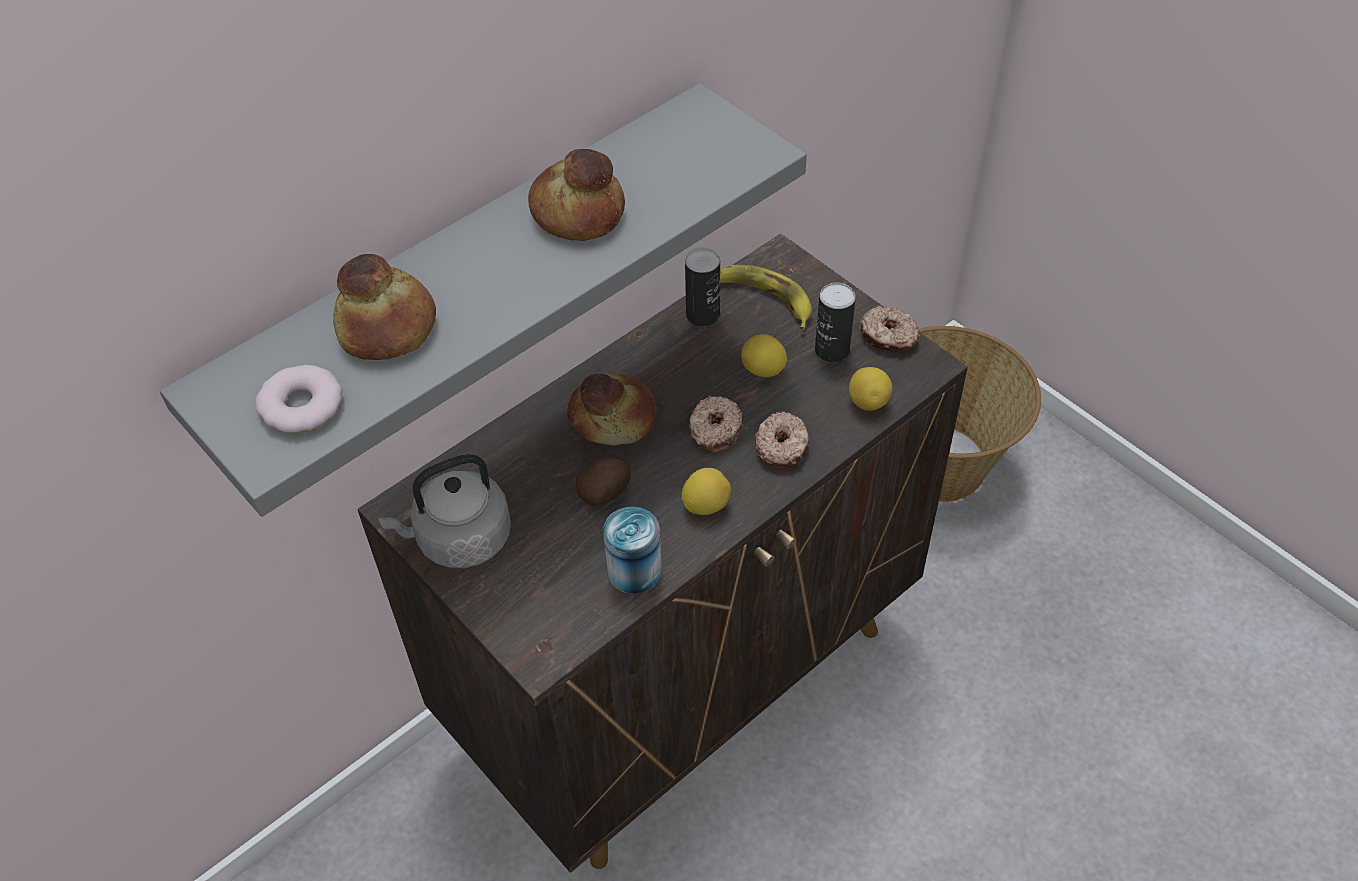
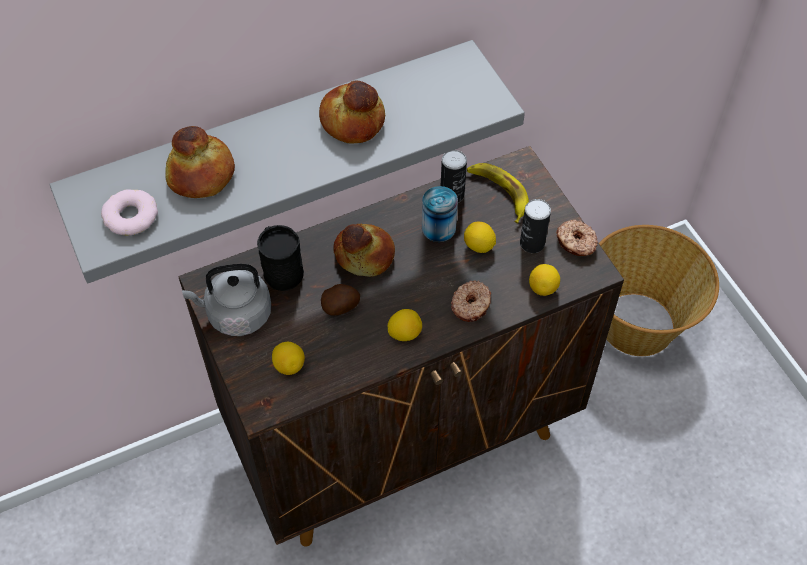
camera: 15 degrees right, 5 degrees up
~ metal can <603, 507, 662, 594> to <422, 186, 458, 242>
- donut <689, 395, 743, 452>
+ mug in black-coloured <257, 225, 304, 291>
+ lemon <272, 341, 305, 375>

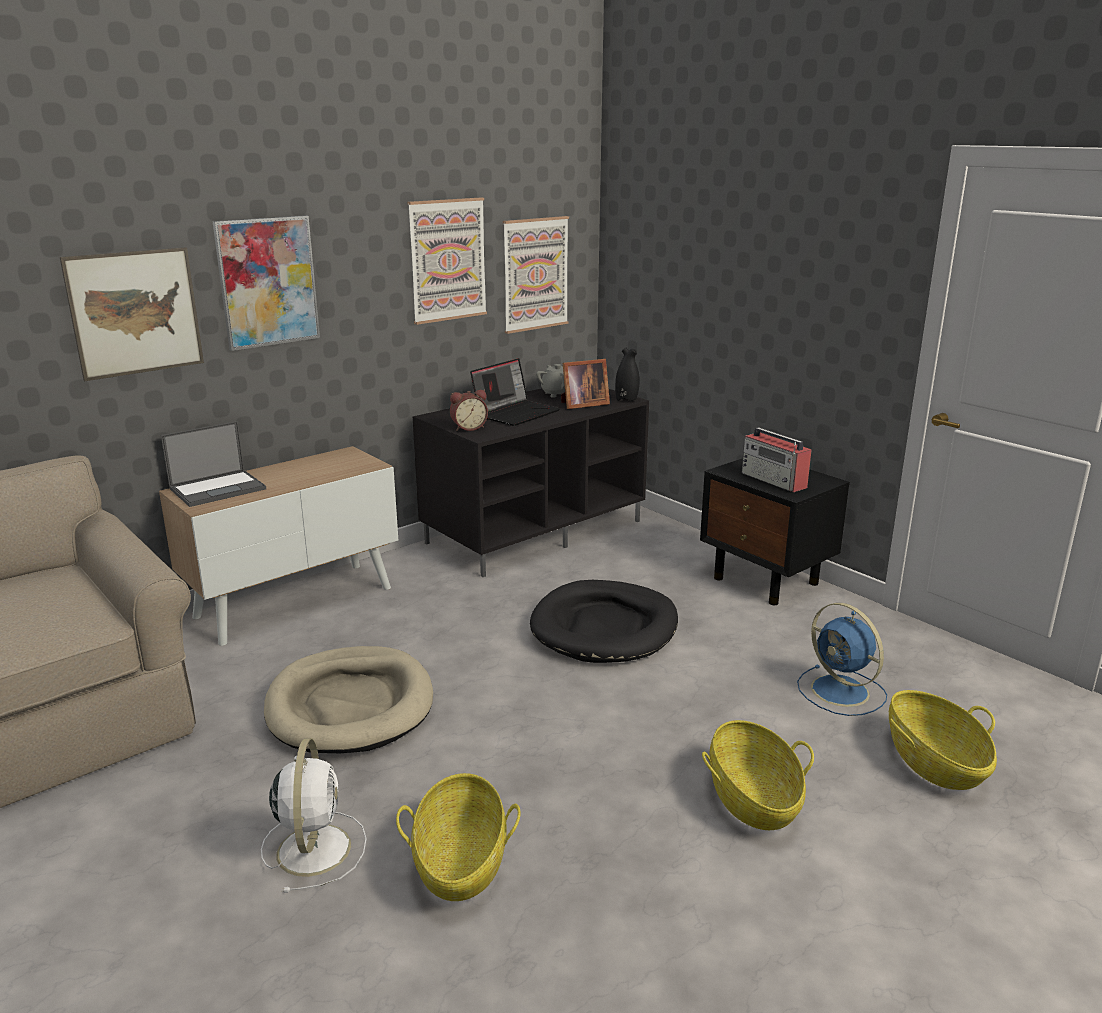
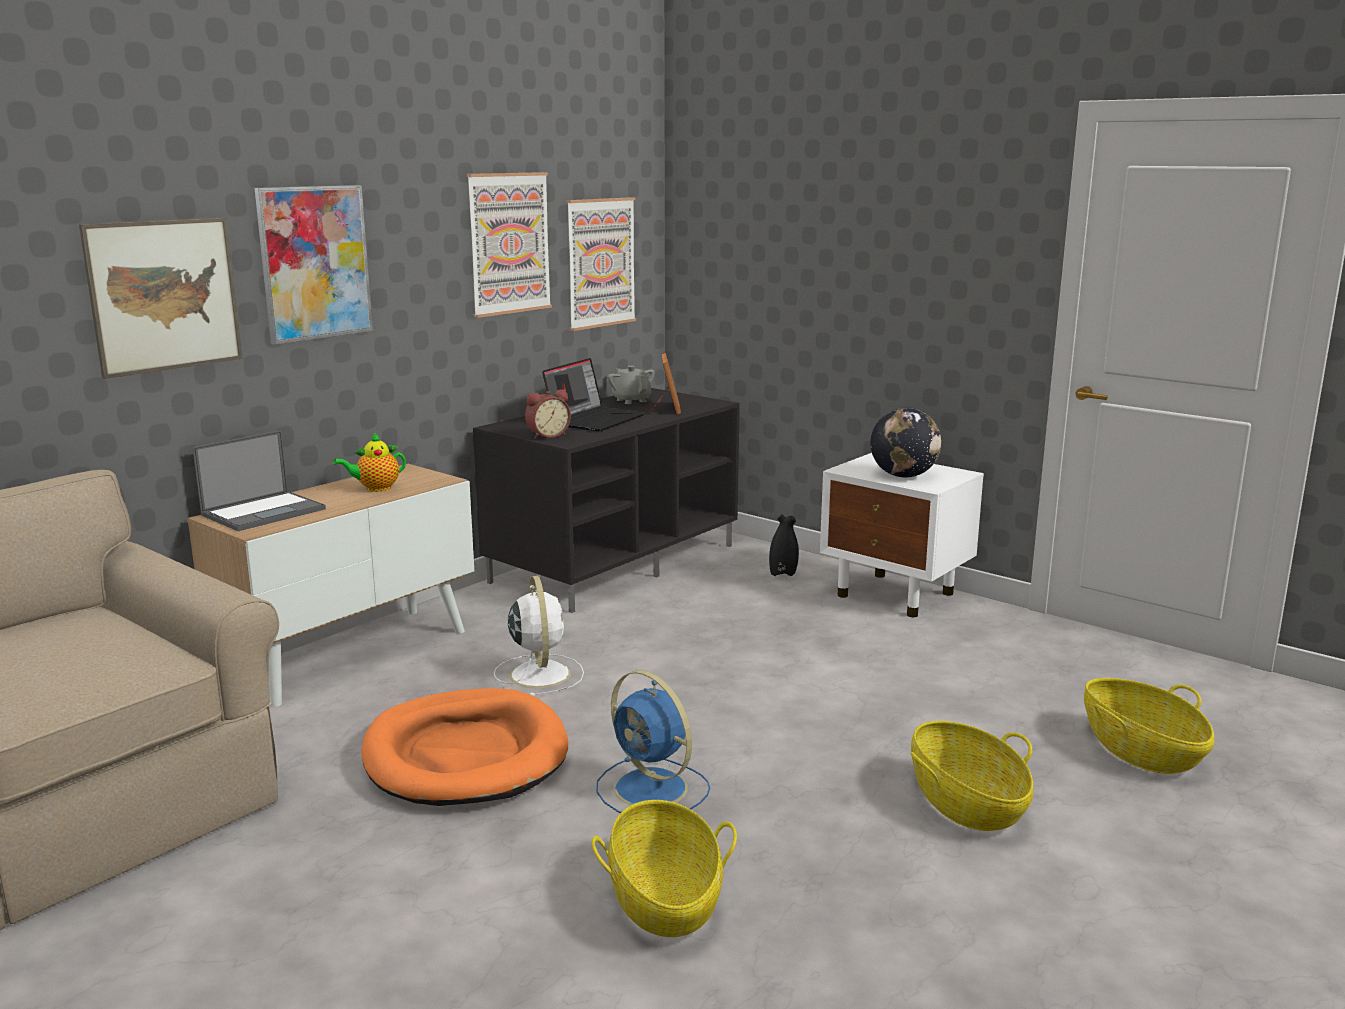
camera: 10 degrees left, 5 degrees down
~ cooling fan in white-coloured <261, 738, 367, 893> to <494, 576, 584, 696>
~ dog bed in beige-coloured <264, 646, 433, 753> to dog bed in orangey <361, 688, 568, 806>
- dog bed in black-coloured <530, 580, 678, 663>
~ standing frame <561, 359, 610, 409> = <650, 353, 681, 414> 60 degrees counterclockwise
~ decorative vase in black-coloured <615, 348, 640, 401> to <769, 514, 799, 576>
~ bedside table in black-coloured <700, 458, 850, 605> to bedside table in white-coloured <820, 453, 984, 617>
~ radio <742, 427, 812, 492> to world globe <870, 408, 941, 477>
~ cooling fan in bluish <797, 603, 887, 716> to <597, 670, 710, 813>
+ tea pot <333, 432, 406, 492>

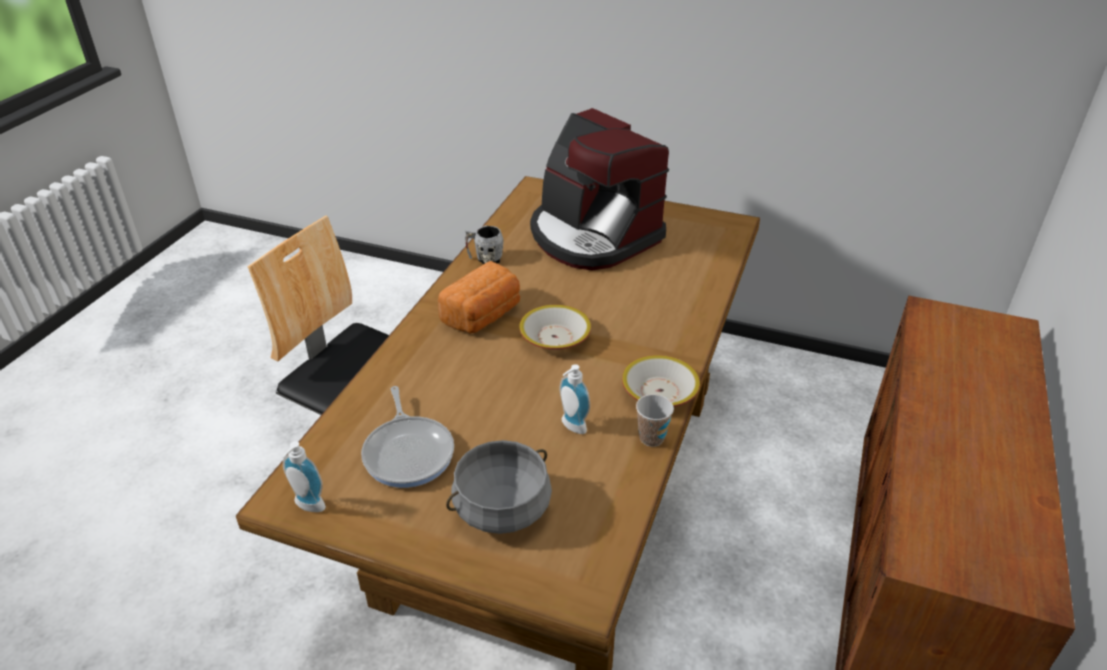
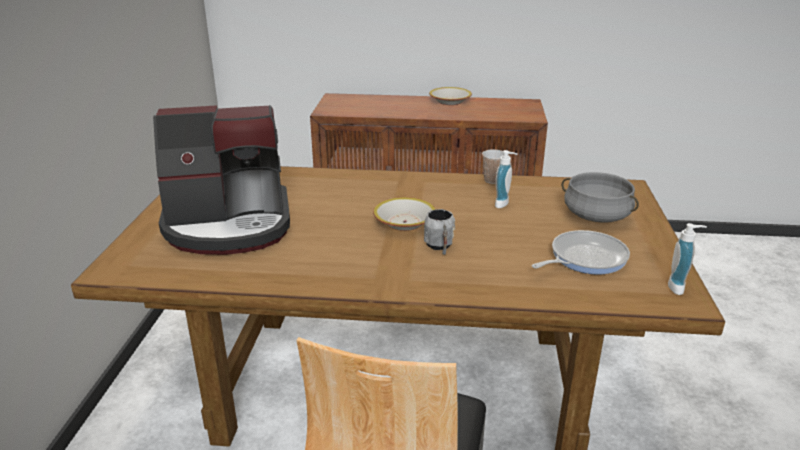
camera: 105 degrees left, 10 degrees down
- bread <438, 261, 520, 334>
~ mug in greyish <465, 226, 503, 264> to <424, 209, 455, 255>
~ coffee machine <530, 108, 669, 270> = <153, 105, 290, 255> 45 degrees clockwise
~ serving bowl <622, 355, 700, 407> to <429, 87, 472, 105>

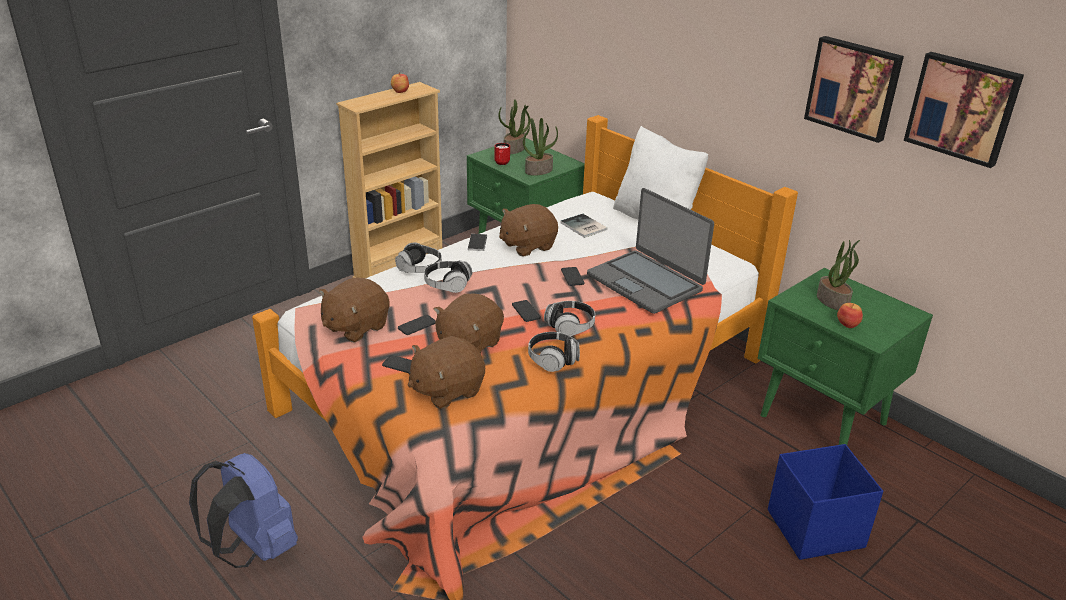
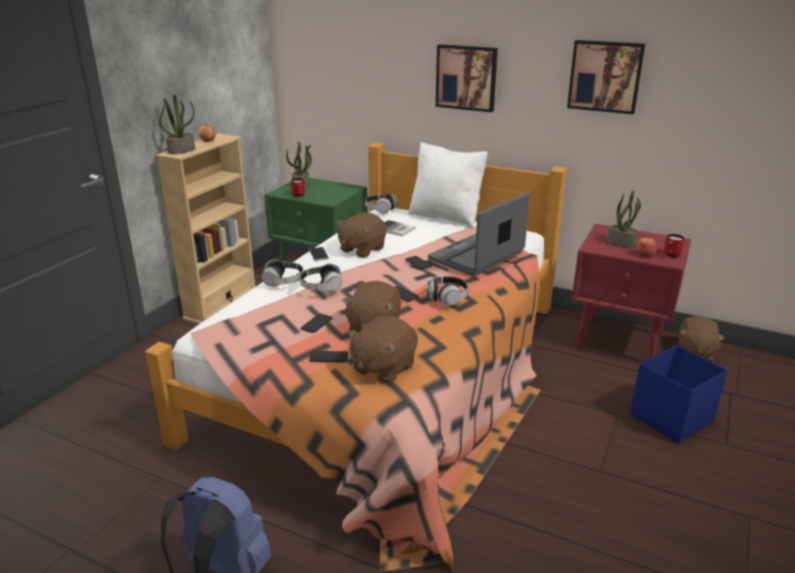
camera: 20 degrees left, 5 degrees down
~ cuddly toy in brownish <319, 278, 390, 342> to <678, 316, 725, 362>
~ plant in a pot <523, 118, 558, 176> to <159, 95, 195, 154>
~ headphones <528, 332, 580, 372> to <365, 194, 398, 214>
~ notebook computer <587, 188, 714, 314> = <428, 192, 530, 276> 105 degrees clockwise
~ bedside table in green <758, 268, 933, 445> to bedside table in reddish <572, 224, 691, 359>
~ wall art <904, 52, 1024, 168> to <436, 44, 498, 112>
+ mug in reddish <664, 234, 685, 257>

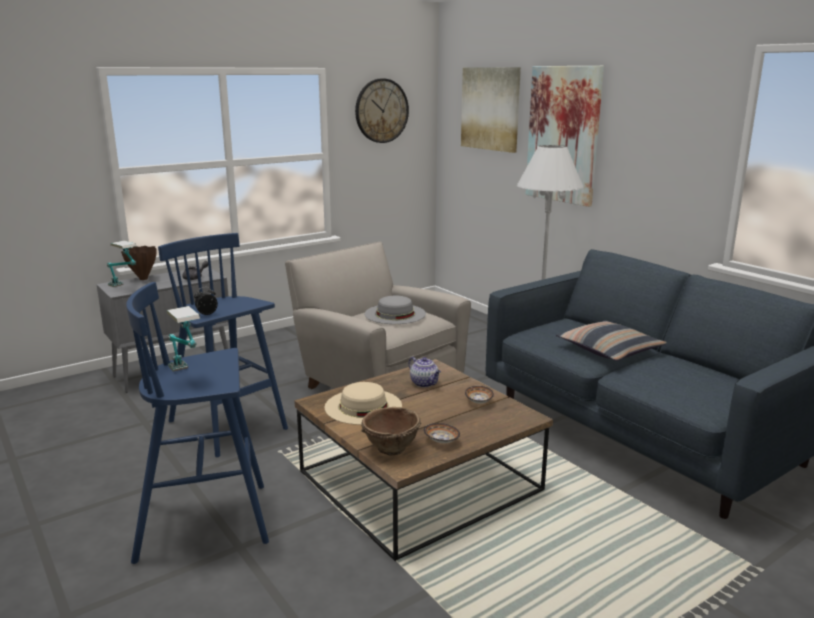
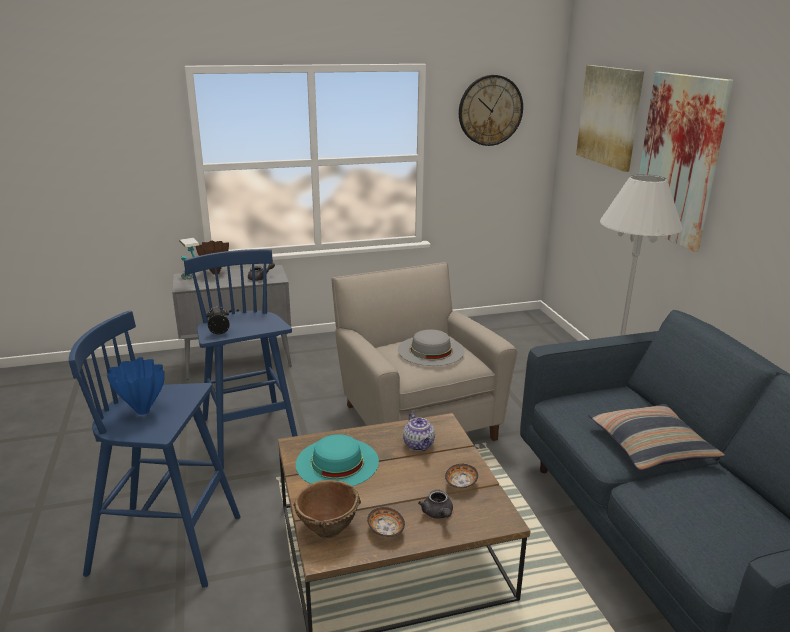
camera: 20 degrees right, 5 degrees up
~ lamp for a table <167, 306, 200, 372> to decorative vase in bluish <107, 357, 165, 415>
~ hat in beige-coloured <325, 382, 402, 425> to hat in turquoise <296, 434, 379, 486>
+ tea pot in greyish <418, 490, 453, 519>

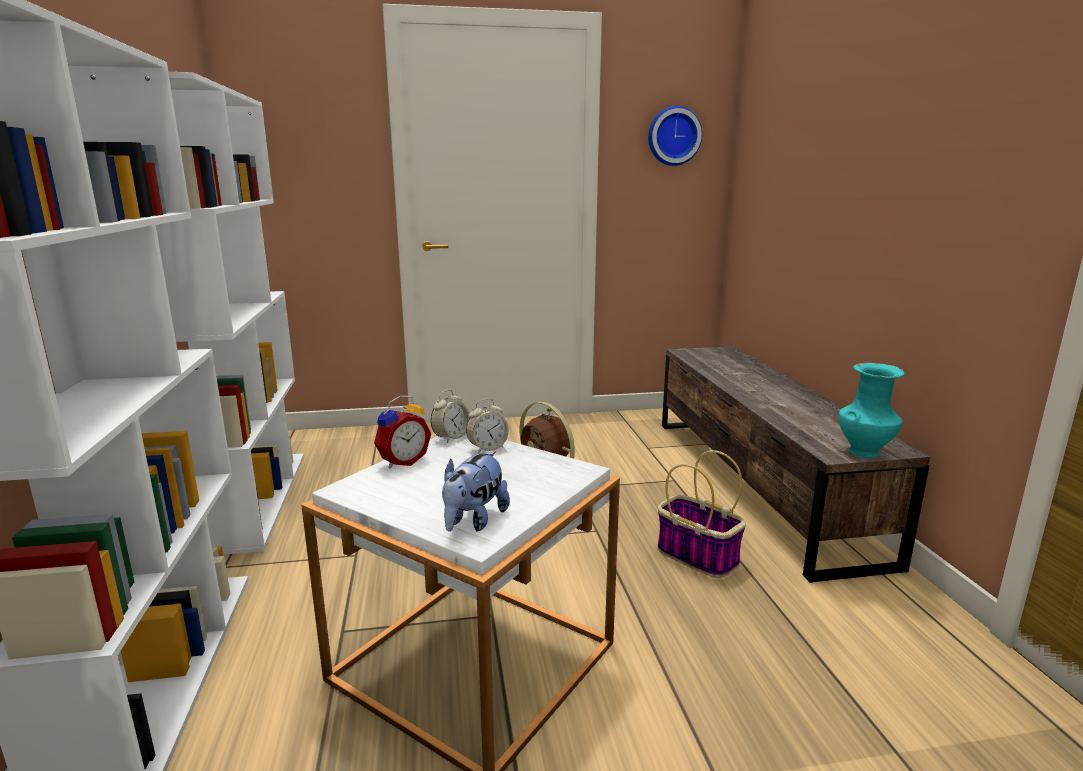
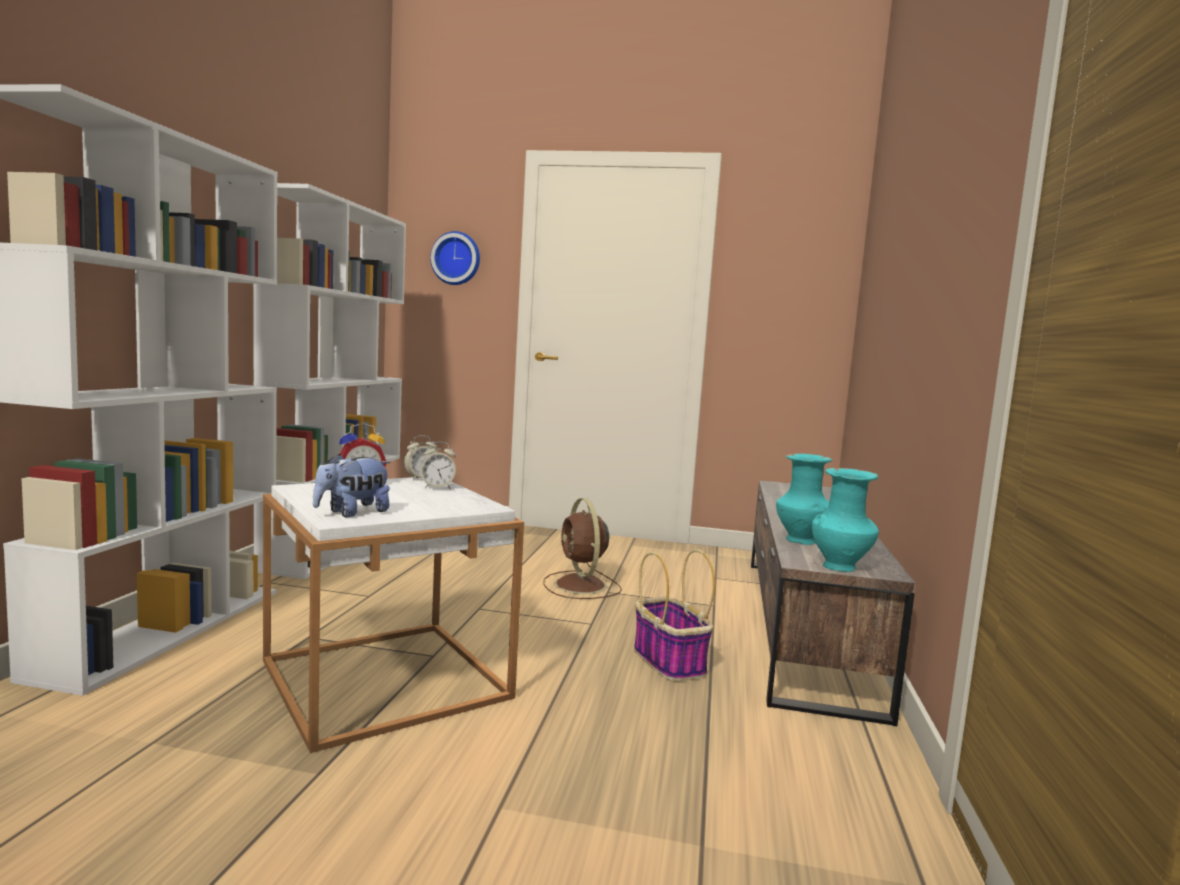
camera: 20 degrees right, 10 degrees down
~ clock on the wall <648, 106, 702, 166> to <430, 231, 480, 285>
+ decorative vase in turquoise <776, 454, 832, 545>

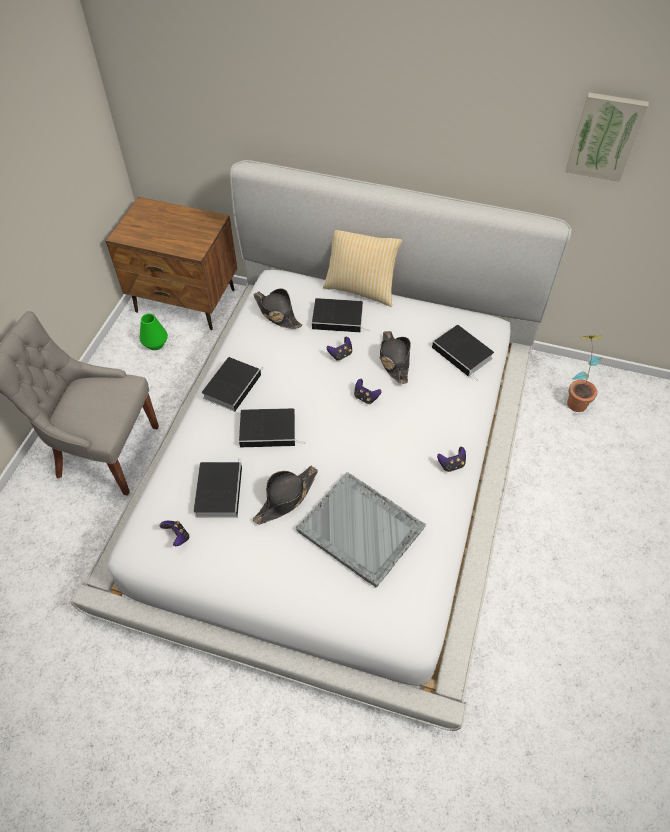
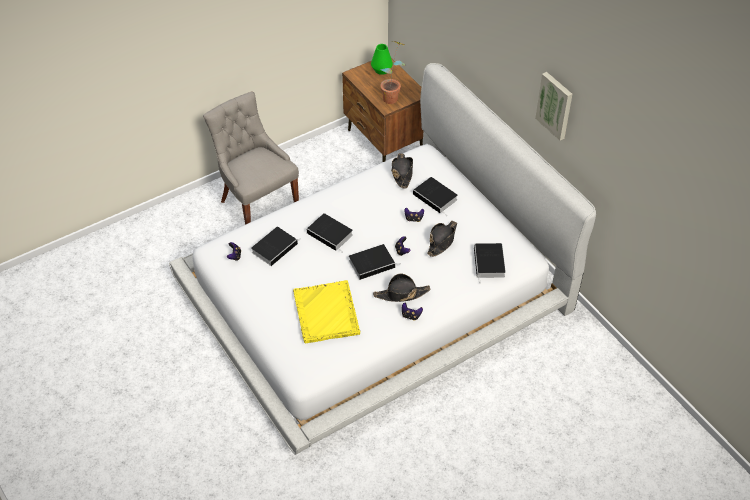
camera: 40 degrees right, 5 degrees down
~ decorative vase in green <139, 314, 168, 350> to <371, 44, 393, 75>
~ bound book <202, 357, 264, 412> to <349, 244, 401, 280>
~ hat in black-coloured <253, 466, 318, 525> to <373, 273, 430, 302>
~ tray in greyish <296, 472, 426, 587> to tray in yellow <293, 280, 360, 343>
- throw pillow <323, 230, 402, 307>
~ wall art <565, 92, 649, 182> to <535, 72, 572, 141>
~ plant in a pot <567, 335, 603, 412> to <380, 41, 406, 104>

